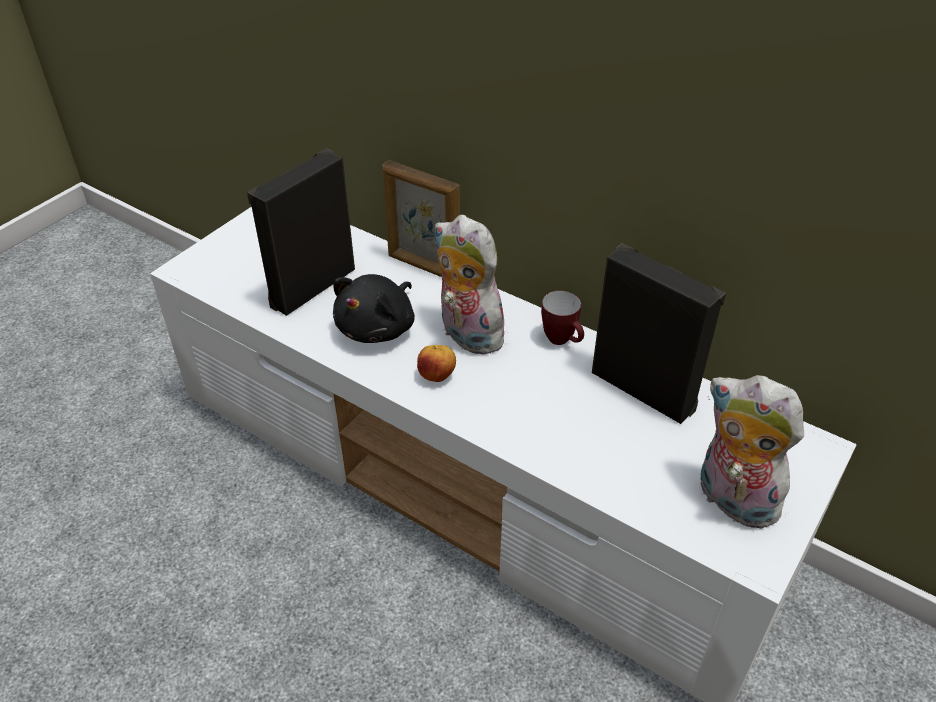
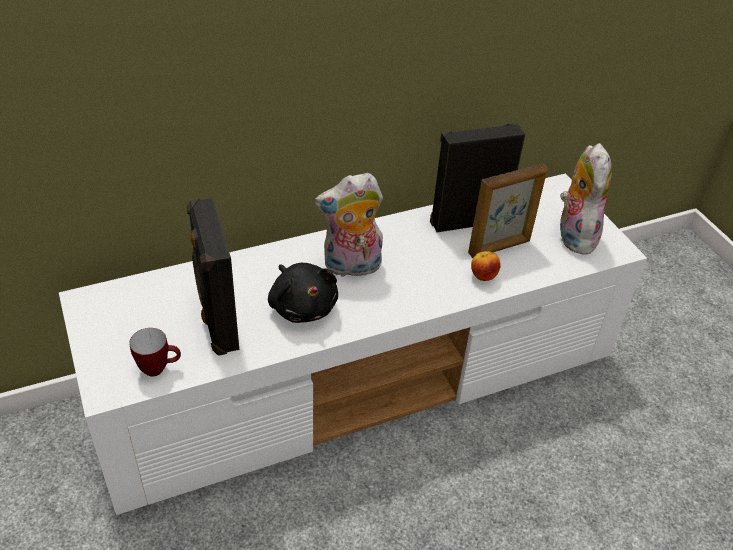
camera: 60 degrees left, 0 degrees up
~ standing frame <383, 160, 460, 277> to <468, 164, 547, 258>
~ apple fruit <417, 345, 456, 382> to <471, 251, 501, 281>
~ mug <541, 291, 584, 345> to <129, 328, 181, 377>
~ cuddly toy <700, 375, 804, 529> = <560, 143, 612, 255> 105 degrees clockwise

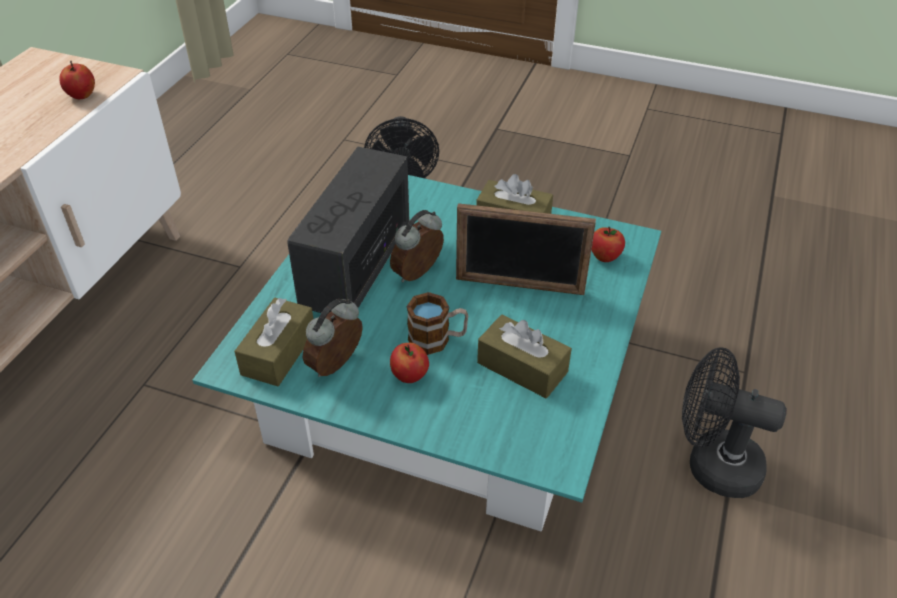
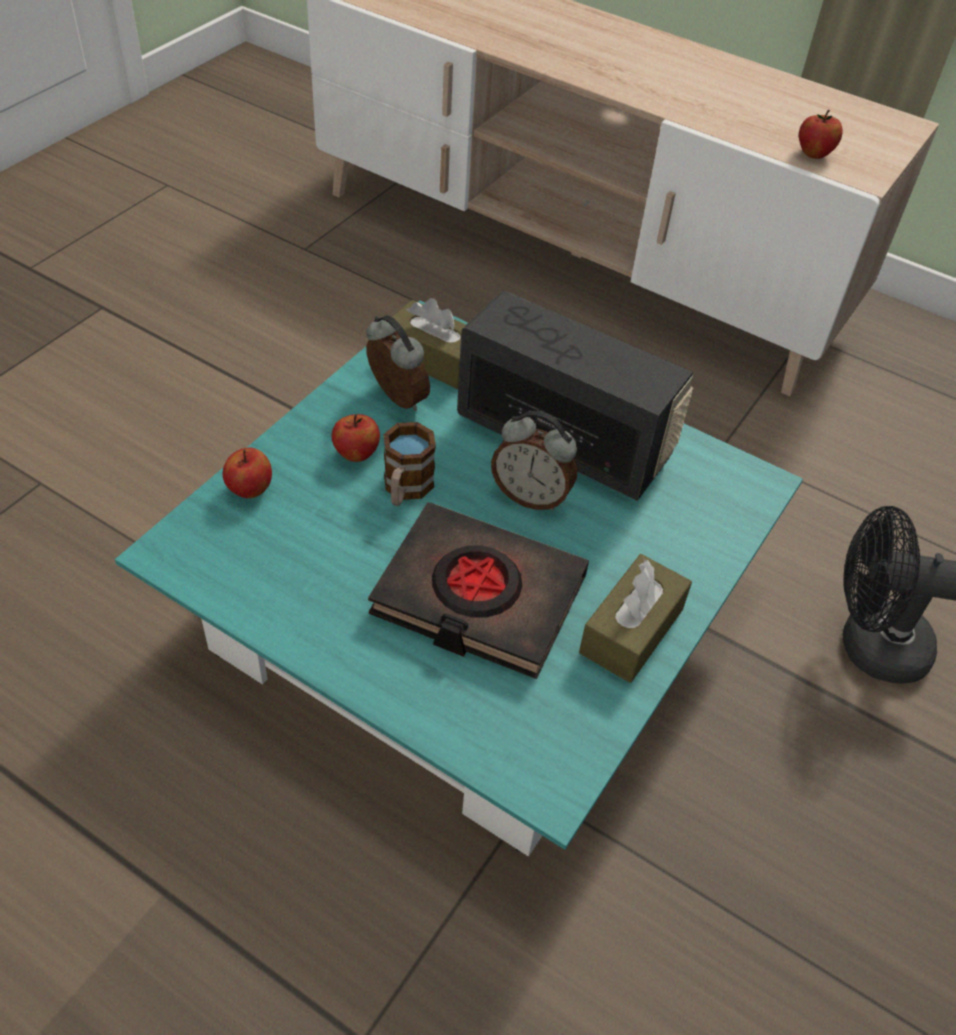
camera: 100 degrees right, 5 degrees up
~ bedside clock <390, 210, 444, 282> = <491, 411, 577, 511> 150 degrees clockwise
~ standing frame <456, 203, 596, 295> to bound book in black-coloured <368, 502, 589, 679>
- tissue box in brownish <477, 315, 572, 398>
~ apple fruit <592, 227, 625, 262> to <223, 448, 272, 498>
- cooling fan in black-coloured <682, 347, 787, 498>

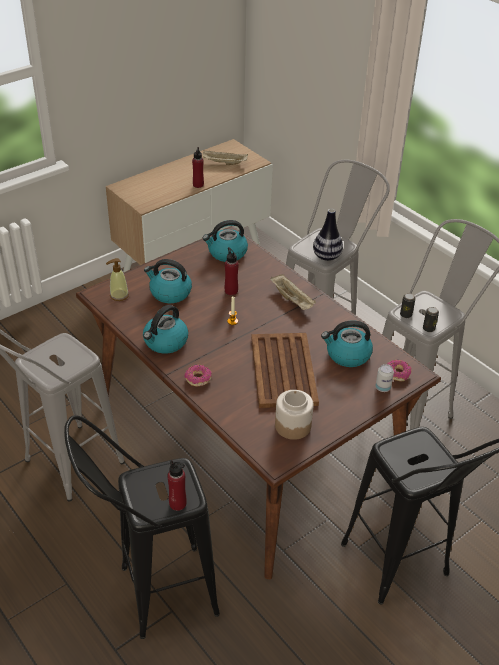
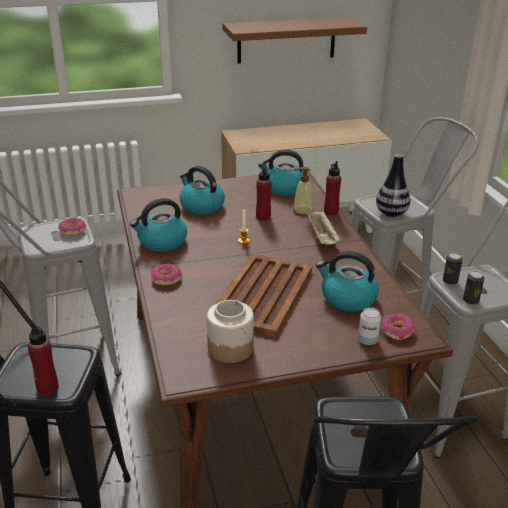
camera: 25 degrees right, 10 degrees down
~ soap dispenser <106, 258, 129, 301> to <293, 167, 313, 216>
~ beverage bottle in reddish <192, 147, 204, 188> to <324, 161, 341, 216>
- tray in beige-coloured <203, 151, 248, 165>
+ donut <58, 218, 86, 236>
+ bracket shelf in brownish <223, 17, 367, 63>

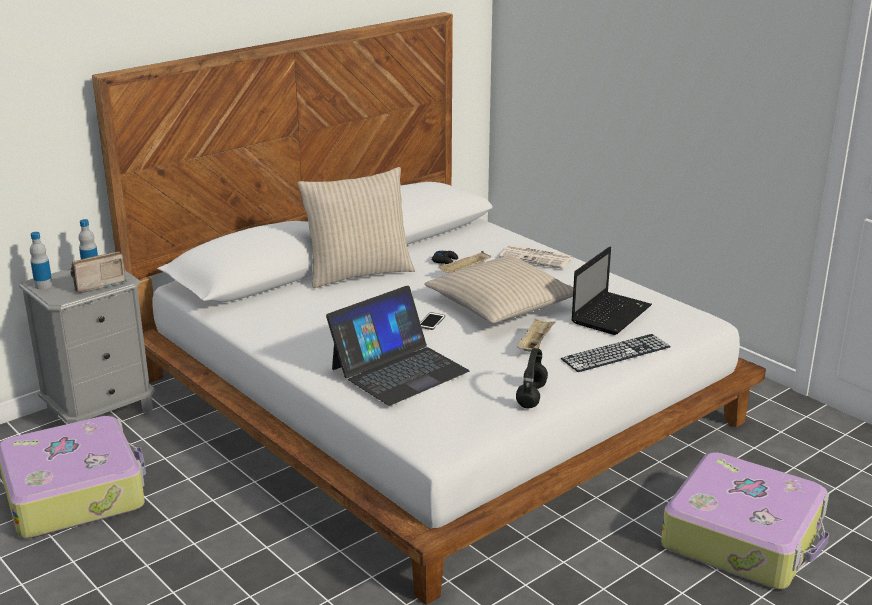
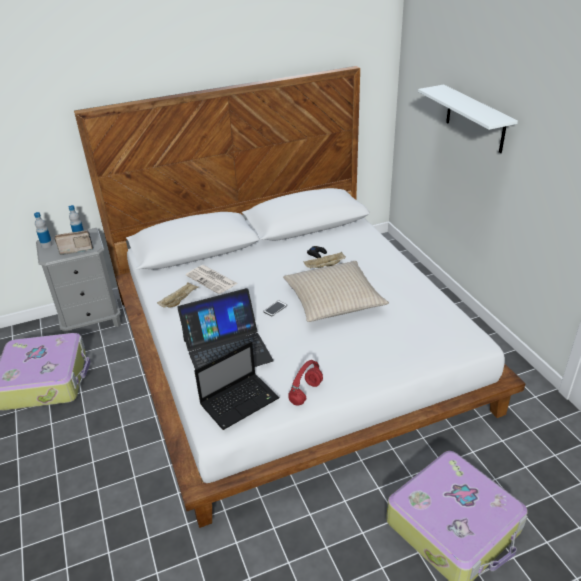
camera: 20 degrees right, 10 degrees up
- throw pillow in beige-coloured <298, 167, 415, 288>
~ printed paper <499, 245, 573, 269> to <186, 265, 238, 294>
~ tray in beige-coloured <516, 318, 556, 352> to <157, 282, 199, 308>
~ headphones in black-coloured <516, 348, 548, 408> to headphones in reddish <288, 360, 323, 406>
- keyboard <561, 334, 671, 372>
~ notebook computer <571, 246, 652, 335> to <194, 342, 280, 430>
+ bracket shelf in white-coloured <418, 85, 518, 153>

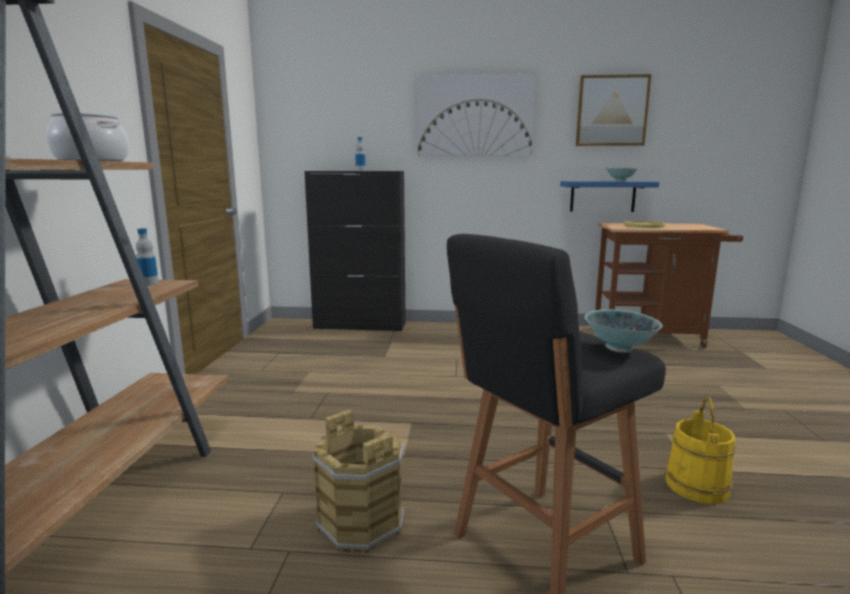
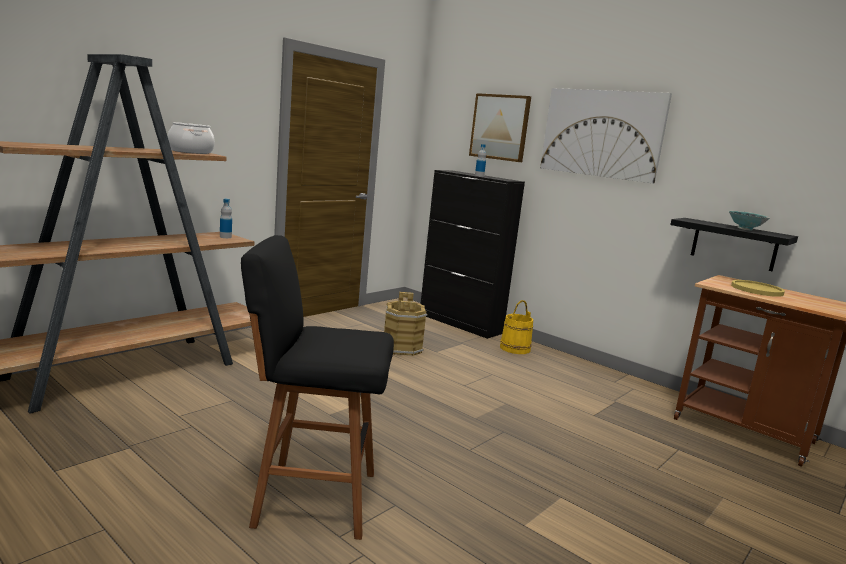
camera: 35 degrees right, 0 degrees up
~ pail in brownish <312, 409, 404, 554> to <384, 292, 427, 356>
~ bracket shelf in bluish <560, 181, 660, 212> to bracket shelf in black-coloured <670, 218, 798, 271>
~ wall art <576, 74, 651, 146> to <469, 93, 531, 162>
- serving bowl <585, 309, 663, 353>
~ pail in yellow <665, 397, 735, 504> to <500, 300, 533, 354>

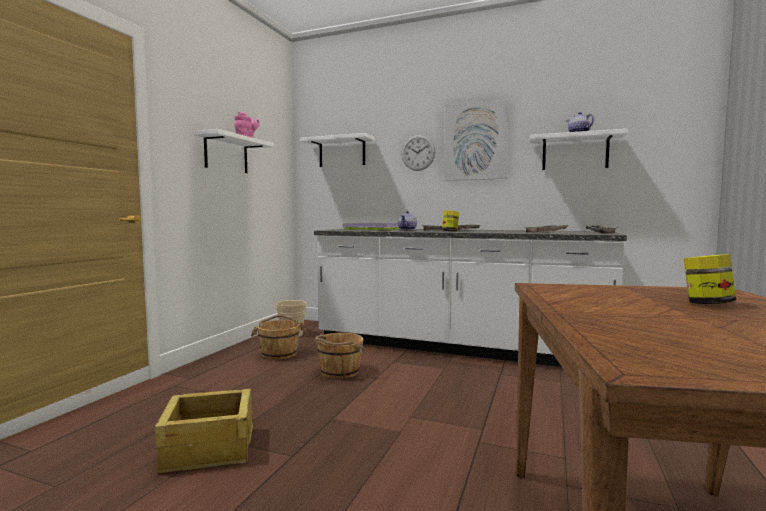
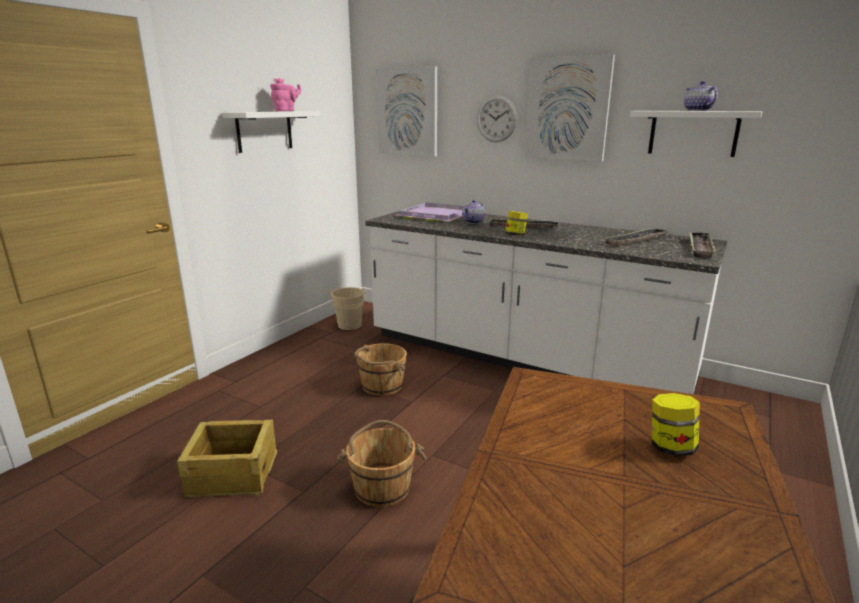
camera: 10 degrees right, 15 degrees up
~ pail in brownish <251, 315, 307, 360> to <336, 420, 427, 507>
~ bracket shelf in white-coloured <300, 133, 374, 167> to wall art <376, 66, 437, 156>

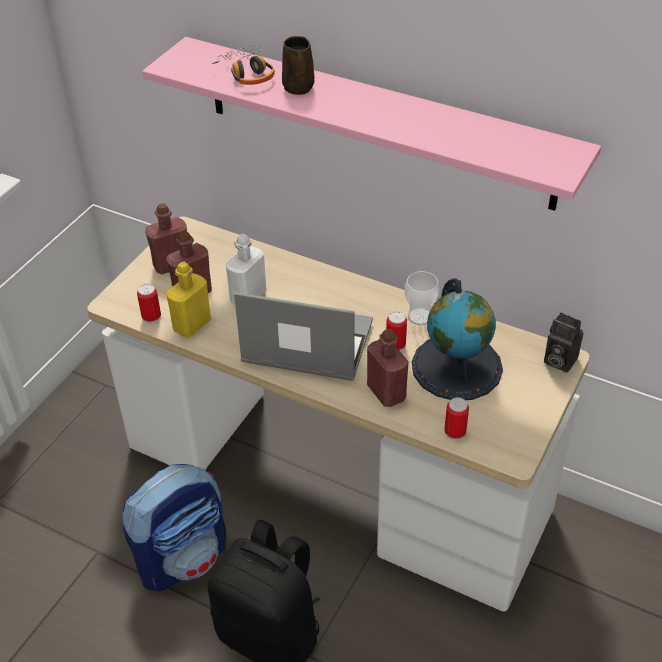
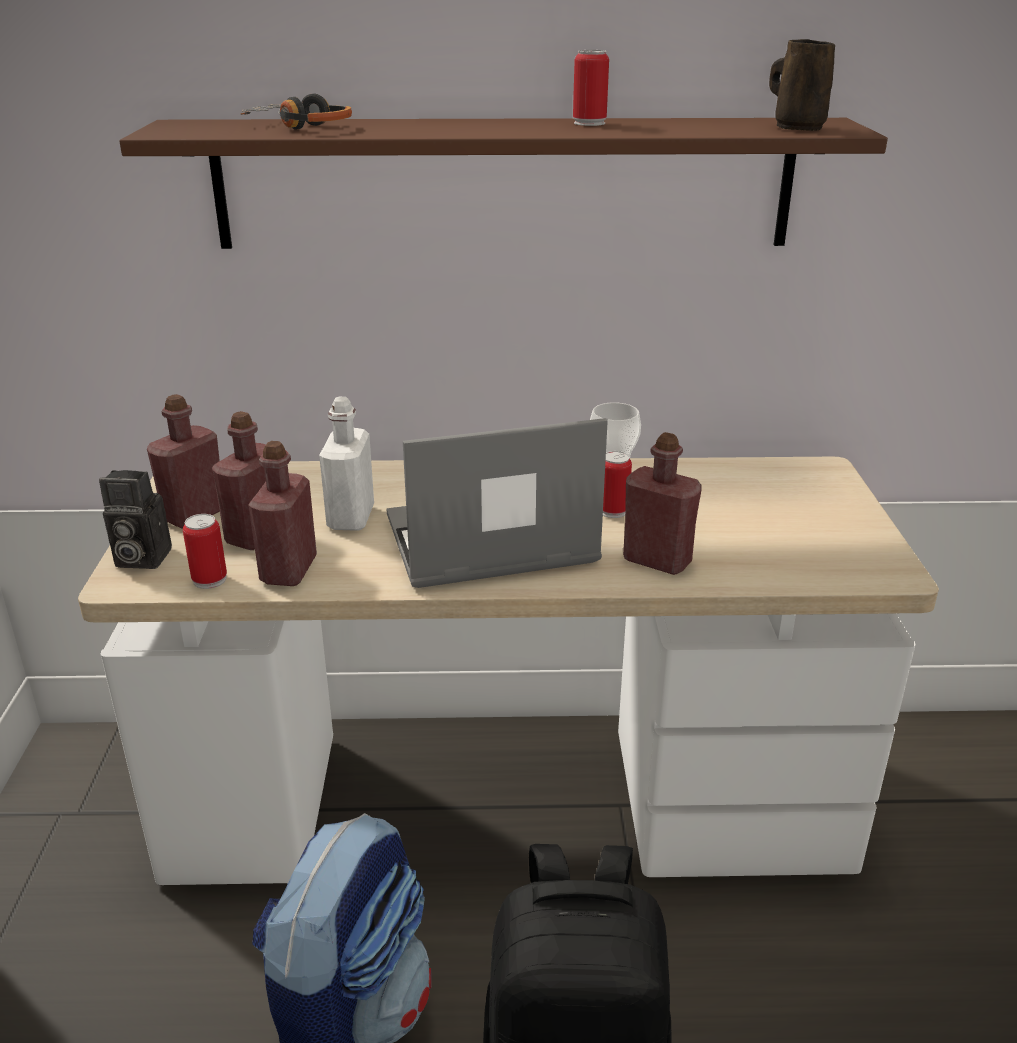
camera: 30 degrees left, 15 degrees down
~ bracket shelf in pink <142, 37, 601, 211> to bracket shelf in brownish <119, 118, 888, 249>
~ beverage bottle in yellow <166, 262, 211, 337> to beverage bottle in reddish <248, 441, 317, 586>
~ mug in brownish <282, 36, 314, 95> to <769, 39, 835, 131>
- world globe <412, 278, 503, 400>
~ metal can <444, 397, 469, 440> to <573, 50, 609, 126>
~ photo camera <544, 313, 583, 373> to <99, 470, 172, 569>

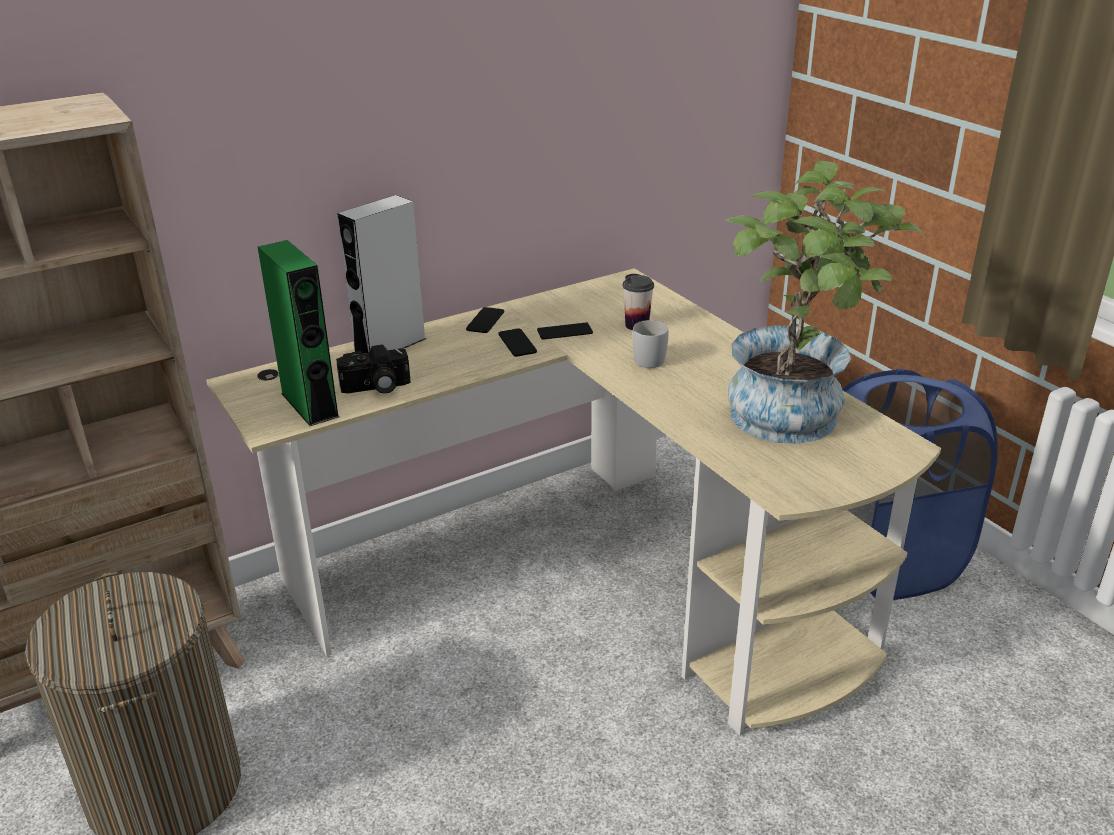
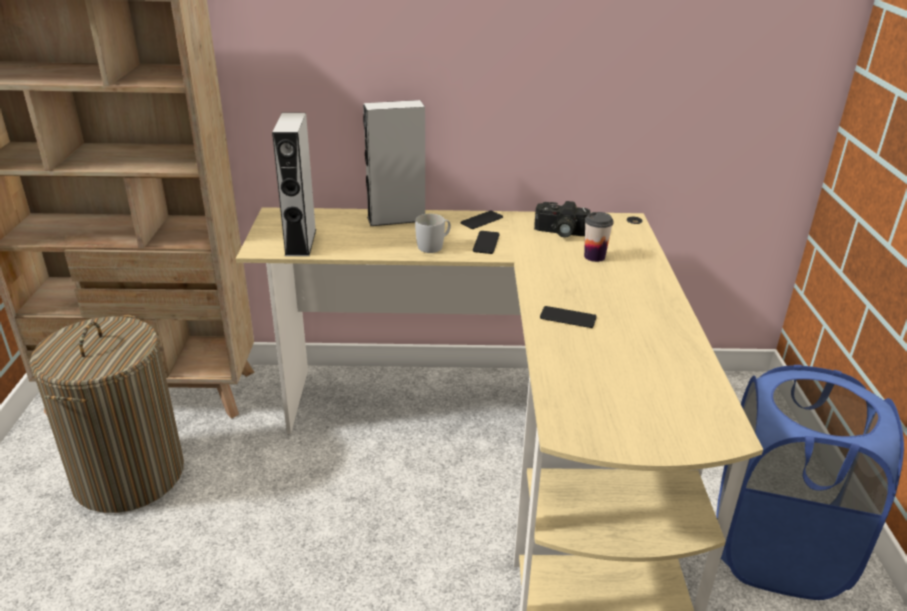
camera: 30 degrees right, 0 degrees up
~ speaker in green <258, 240, 339, 426> to speaker in greyish <272, 113, 316, 256>
~ photo camera <336, 345, 411, 394> to <534, 201, 590, 238>
~ handset <537, 322, 593, 340> to <540, 306, 596, 328>
~ mug in white-coloured <633, 320, 669, 368> to <415, 214, 451, 253>
- plant in a pot <724, 161, 929, 444>

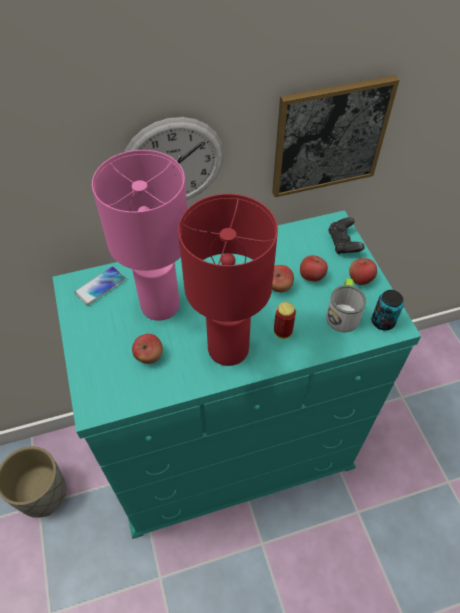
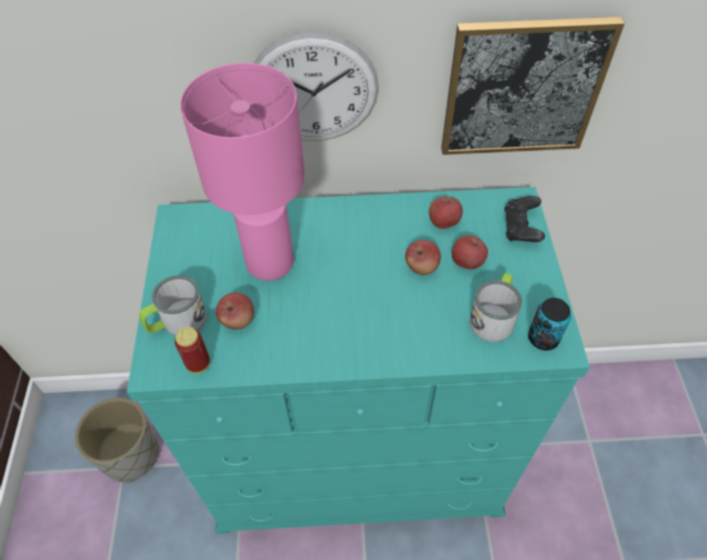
camera: 15 degrees right, 0 degrees up
- handset <75, 266, 126, 305>
- lamp for a table in reddish <178, 194, 278, 366>
~ metal can <274, 302, 296, 339> to <175, 327, 210, 373>
~ apple fruit <349, 258, 377, 285> to <429, 196, 463, 229>
+ mug <139, 275, 207, 336>

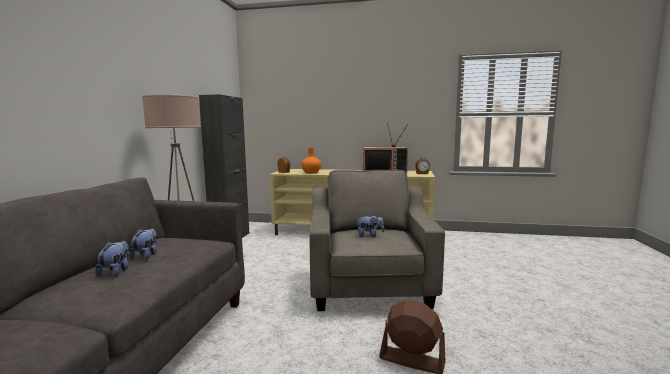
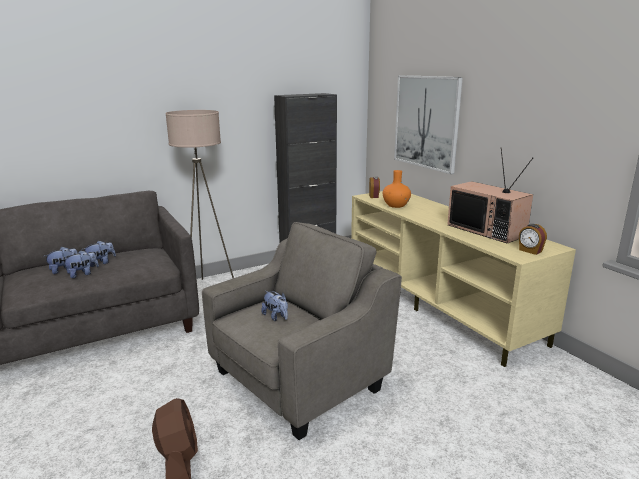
camera: 50 degrees right, 10 degrees up
+ cuddly toy <62, 250, 99, 278>
+ wall art <394, 75, 463, 174>

